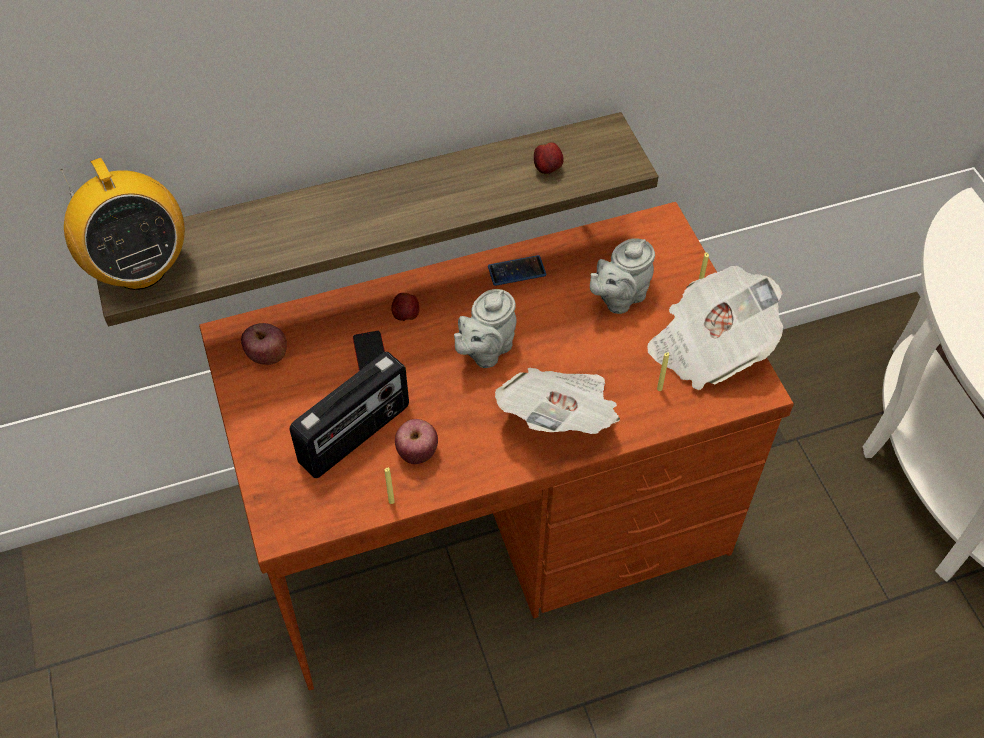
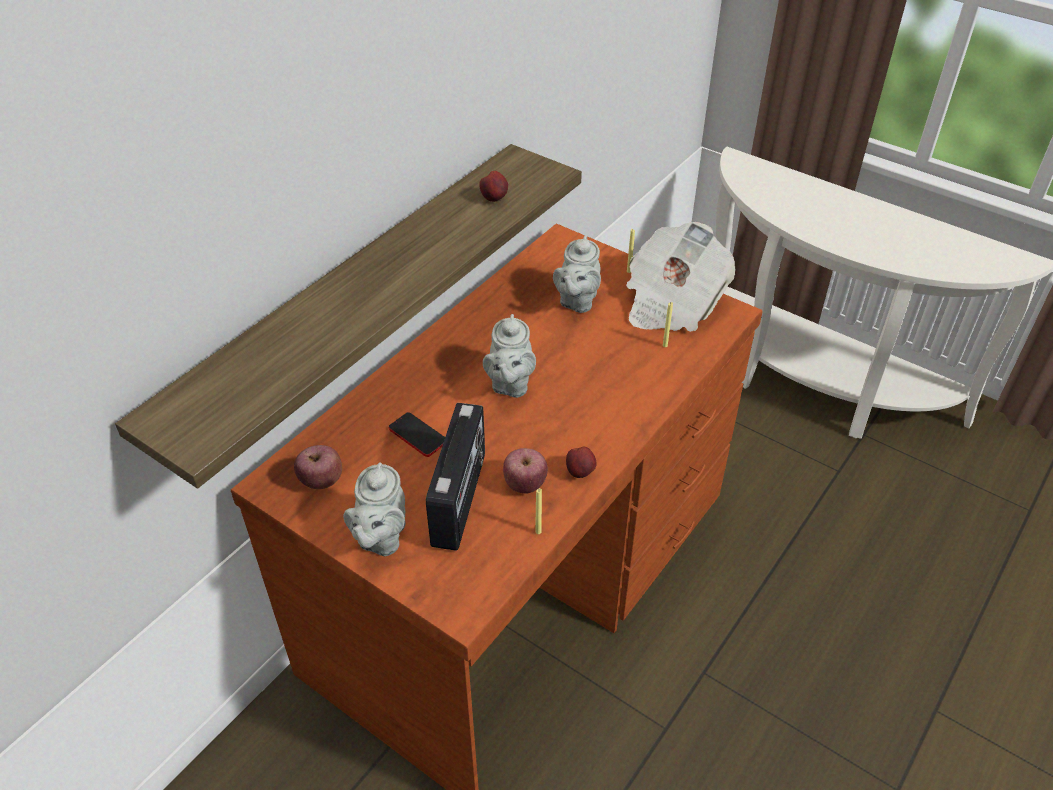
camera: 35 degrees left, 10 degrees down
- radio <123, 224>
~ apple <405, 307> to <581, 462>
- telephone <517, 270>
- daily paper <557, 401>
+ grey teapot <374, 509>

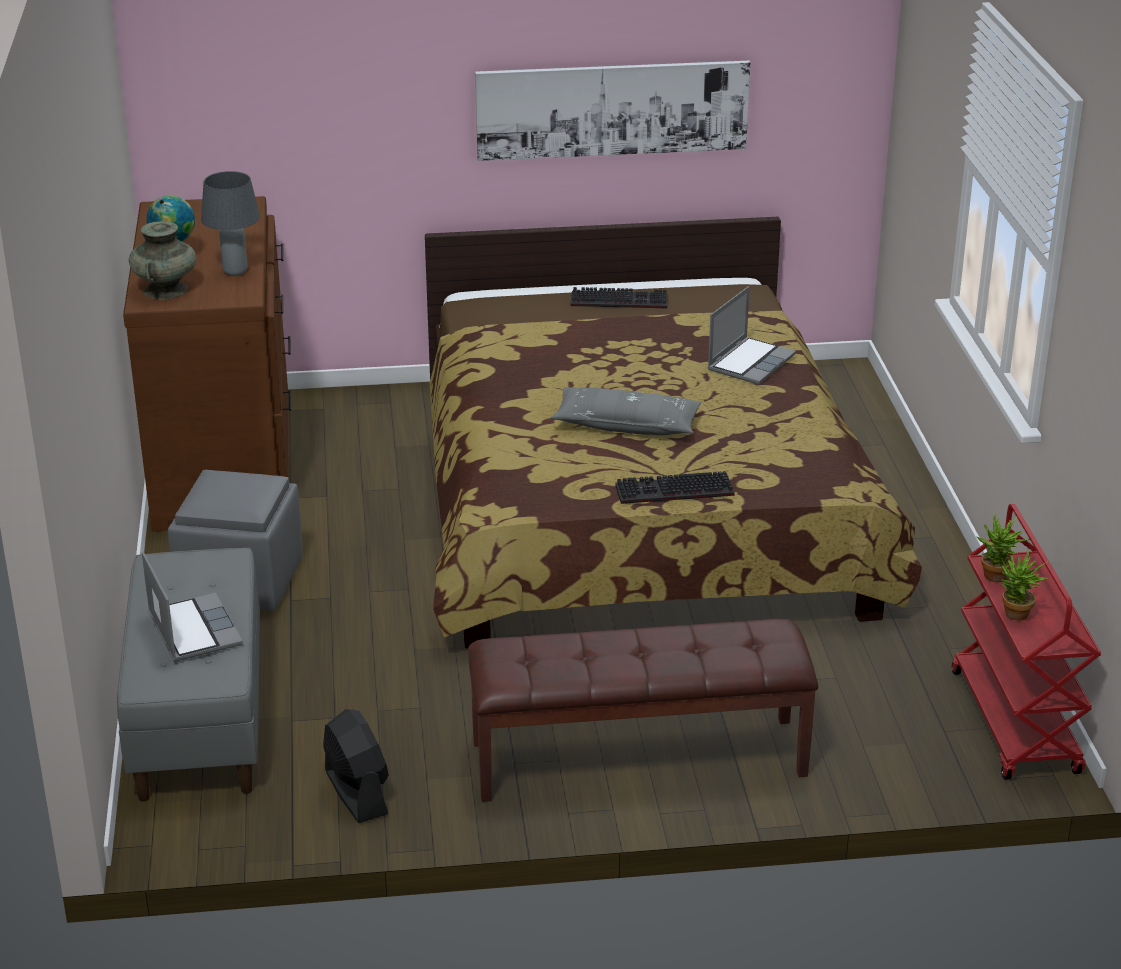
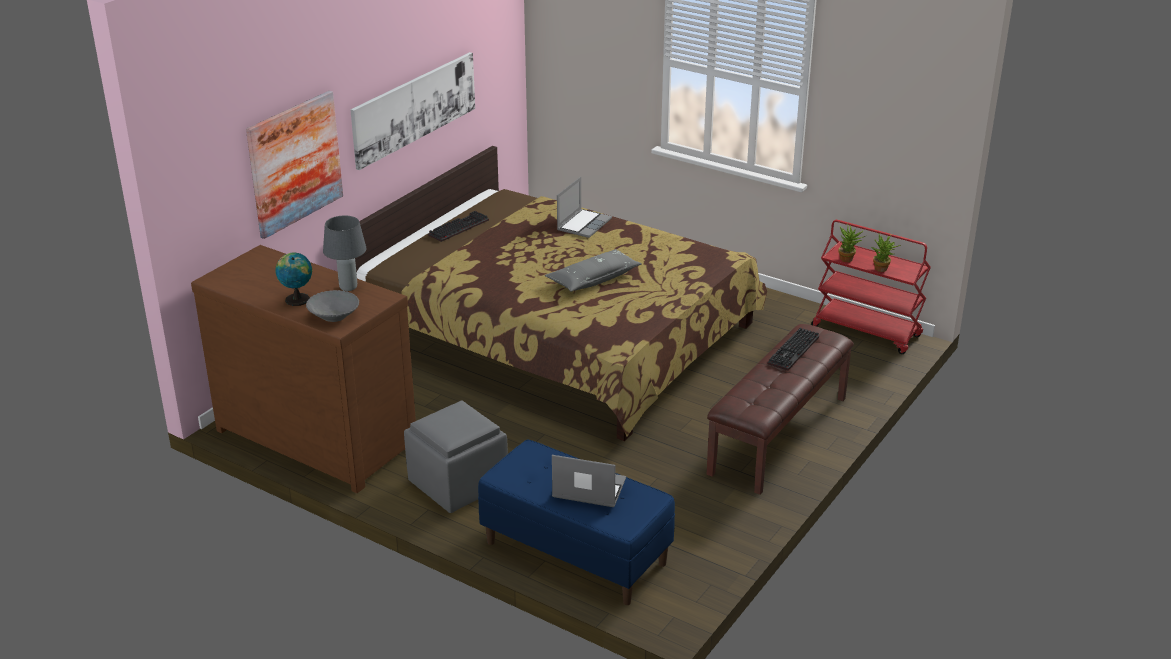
camera: 50 degrees left, 0 degrees up
~ grey indoor bench <188, 675> to blue-coloured indoor bench <576, 522>
~ blue-green flower vase <162, 260> to grey bowl <332, 306>
- black-coloured cooling fan <356, 766>
~ PC keyboard <675, 487> to <793, 348>
~ laptop <752, 335> = <584, 207> 45 degrees clockwise
+ picture <294, 165>

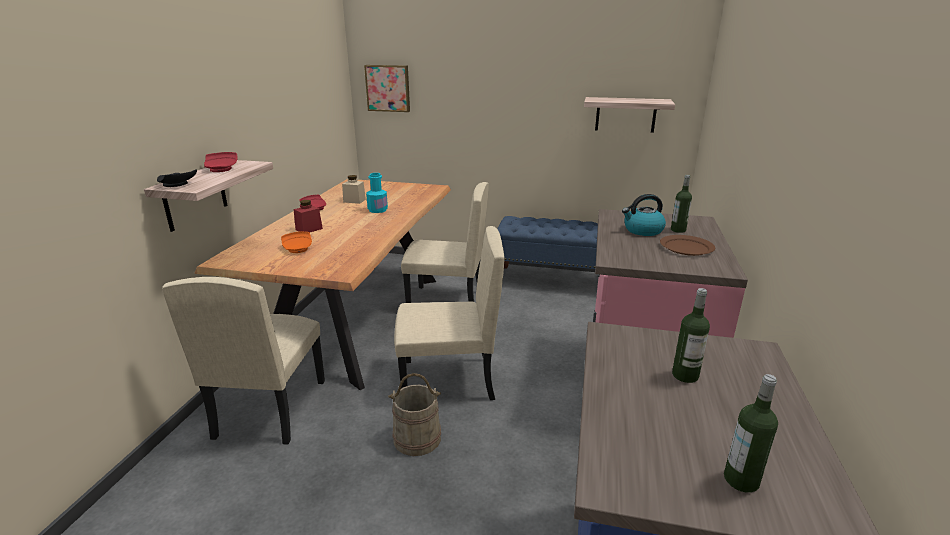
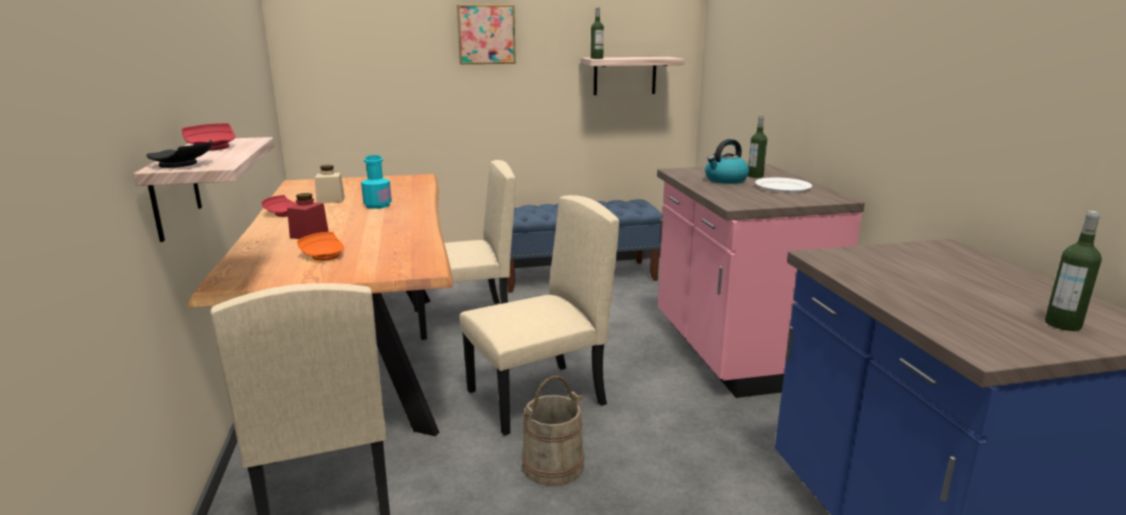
camera: 25 degrees left, 5 degrees down
~ picture <387, 88> to <486, 34>
~ brownish flat dish <687, 245> to white flat dish <783, 185>
~ bottle <691, 335> to <597, 33>

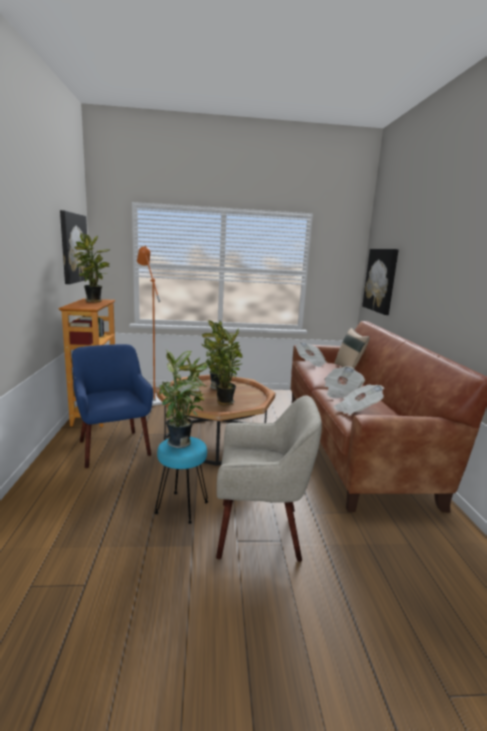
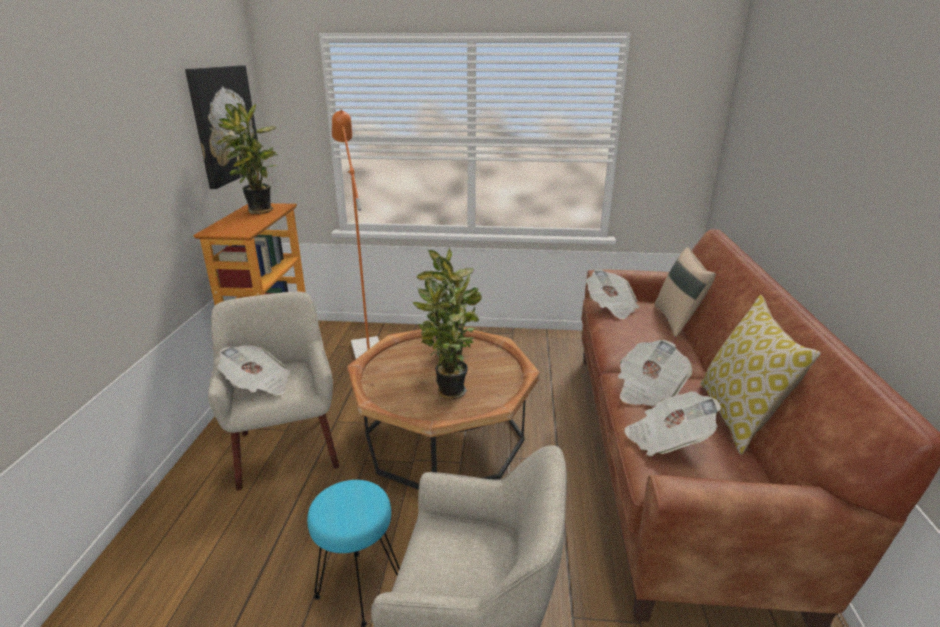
camera: 10 degrees right, 10 degrees up
~ blue-coloured lounge chair <112, 406> to sand-coloured lounge chair <273, 391>
- potted plant <183, 399>
- picture <380, 282>
+ daily paper <254, 370>
+ throw pillow <760, 375>

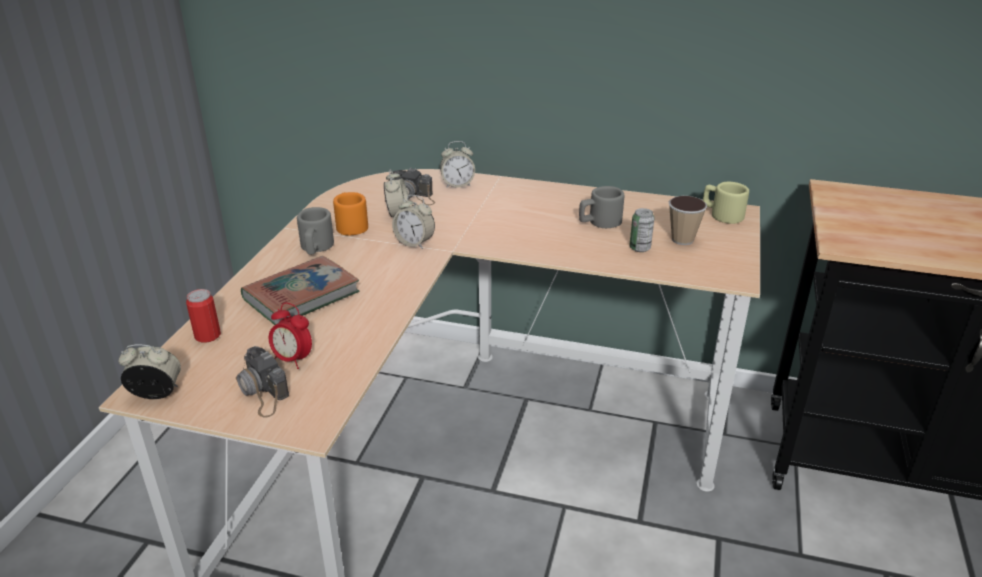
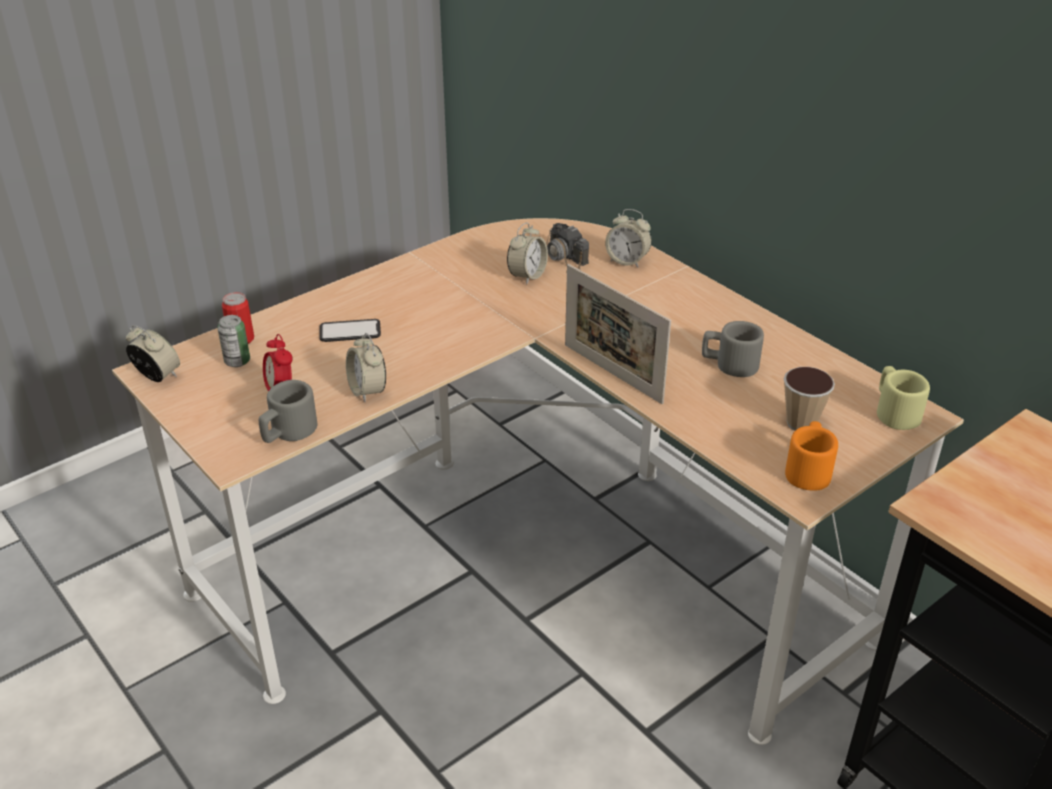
camera: 35 degrees right, 5 degrees up
- photo camera <262, 381>
~ book <300, 290> to telephone <350, 330>
~ grey mug <315, 231> to <288, 411>
~ orange-coloured mug <350, 213> to <811, 456>
~ alarm clock <413, 222> to <366, 367>
~ metal can <641, 230> to <234, 341>
+ photo frame <618, 334>

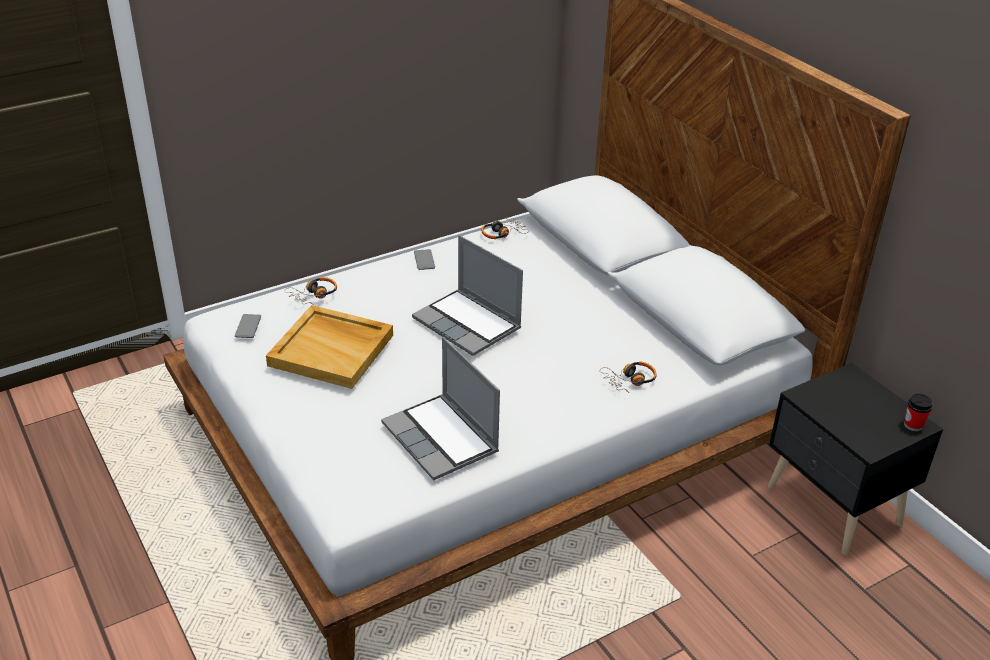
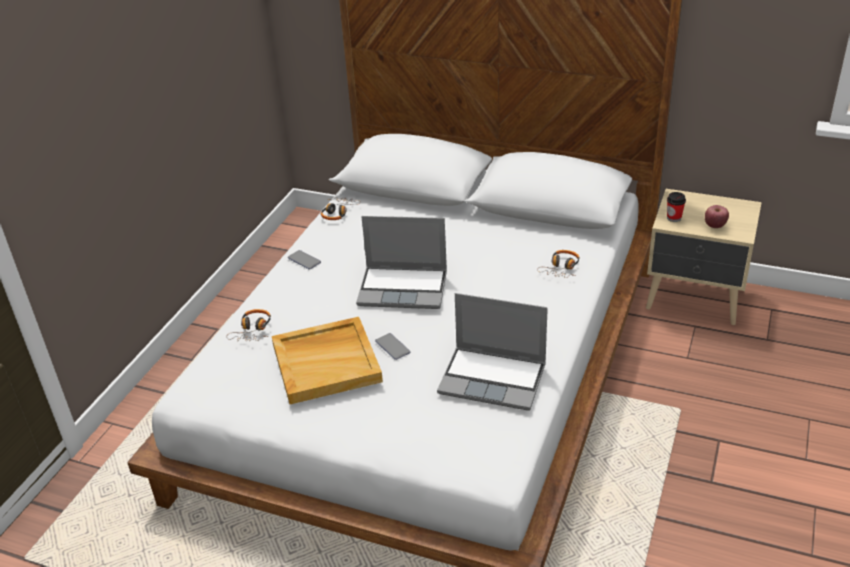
camera: 35 degrees left, 0 degrees up
~ telephone <248, 326> to <392, 346>
~ black-coloured bedside table <855, 459> to sand-coloured bedside table <704, 257>
~ drinking cup <918, 412> to <676, 207>
+ apple <717, 216>

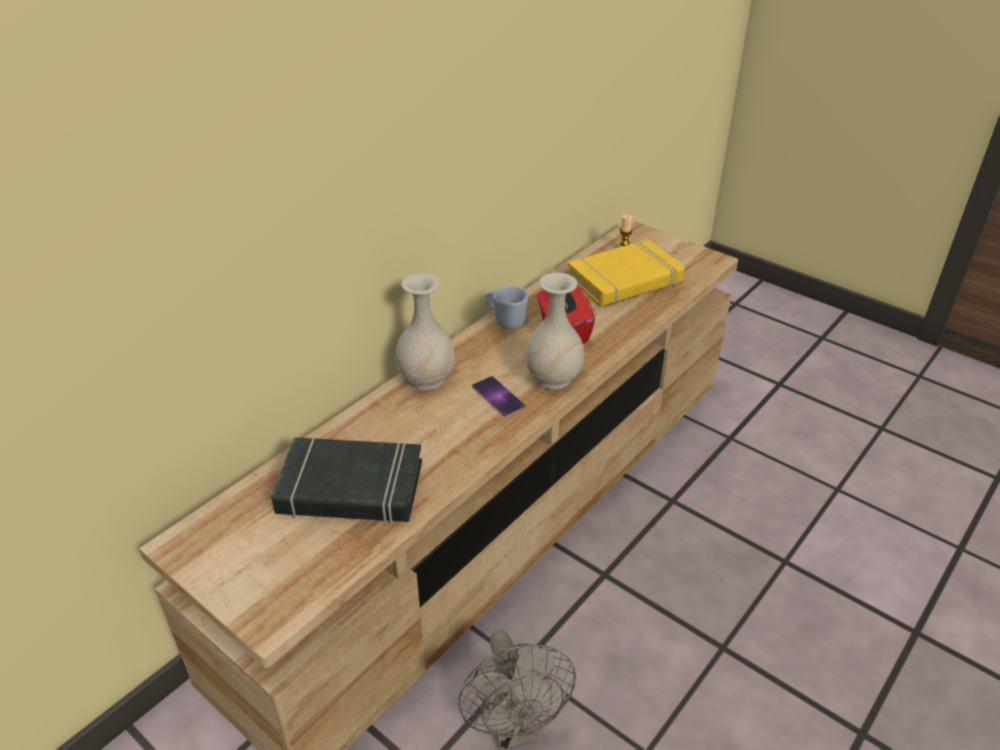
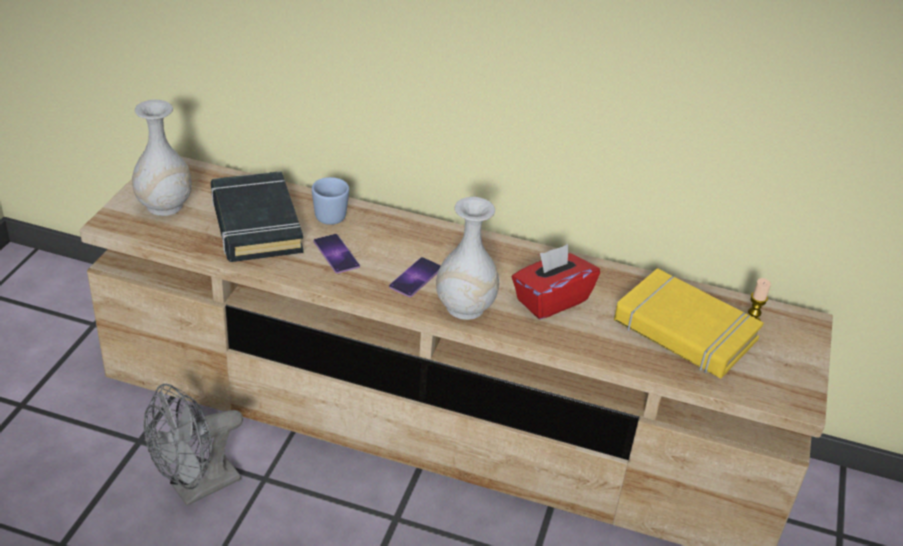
camera: 65 degrees right, 0 degrees up
~ white flower vase <425, 331> to <162, 158>
~ blue-coloured mug <507, 307> to <330, 201>
+ telephone <337, 254>

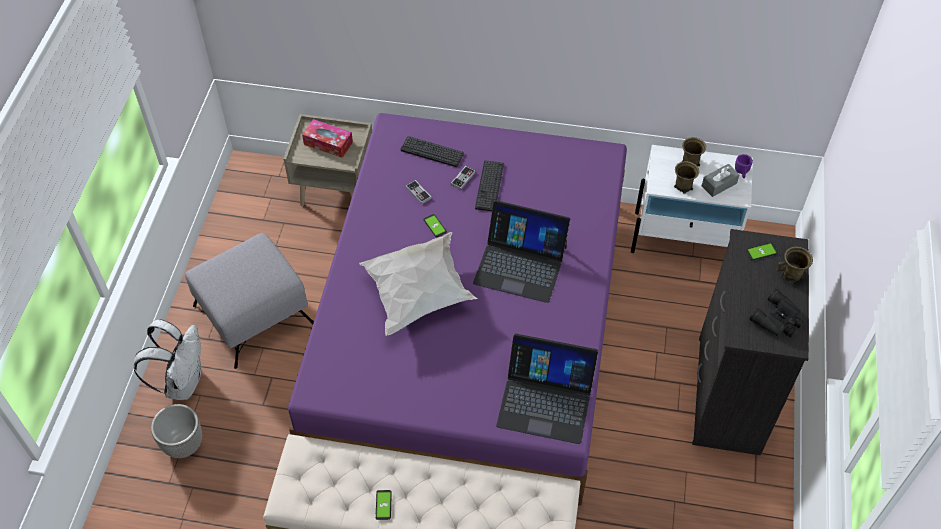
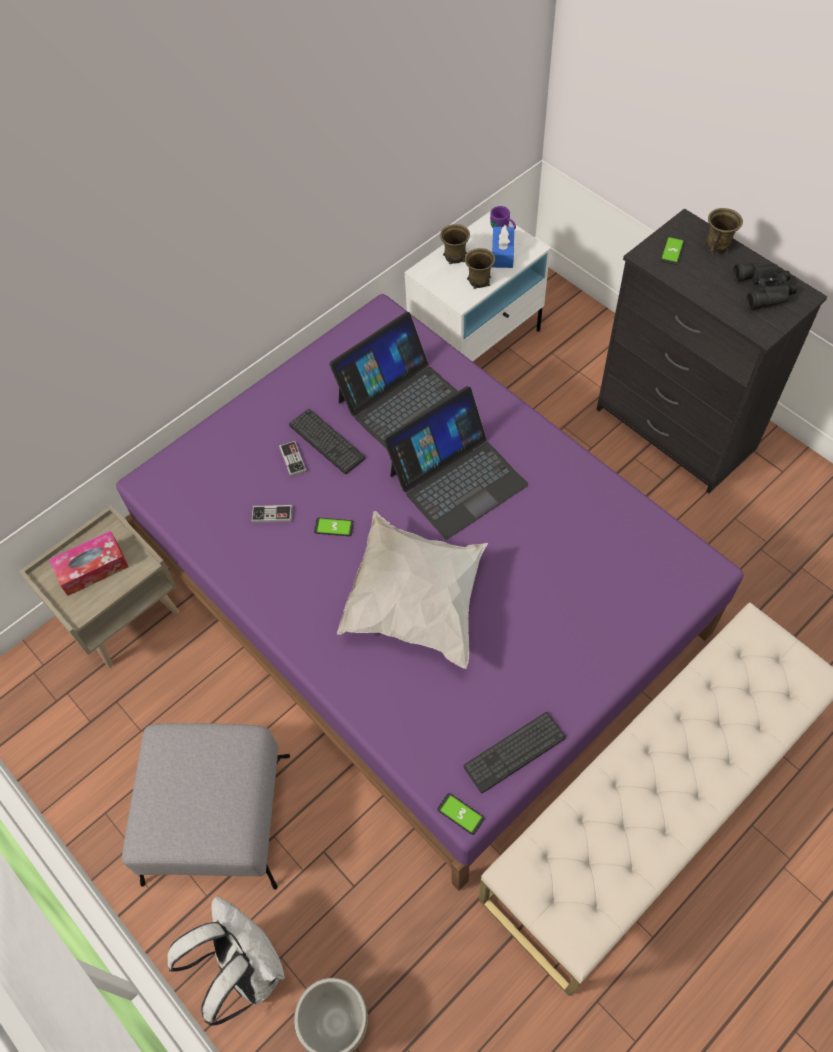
camera: 50 degrees left, 5 degrees up
~ telephone <384, 505> to <460, 814>
~ PC keyboard <432, 151> to <515, 752>
~ laptop <547, 388> to <393, 381>
~ grey tissue holder <721, 180> to blue-coloured tissue holder <503, 246>

